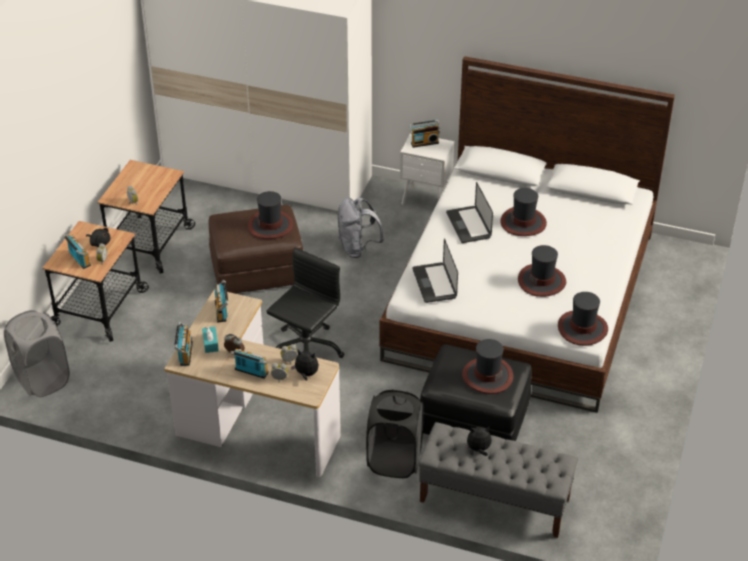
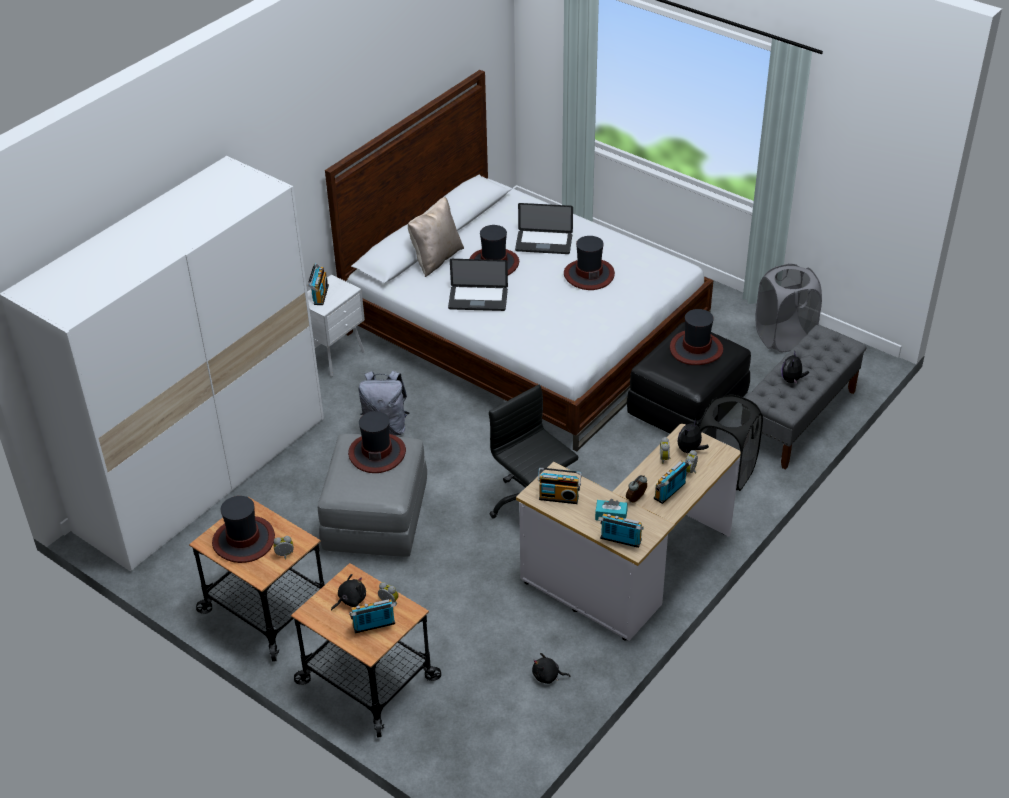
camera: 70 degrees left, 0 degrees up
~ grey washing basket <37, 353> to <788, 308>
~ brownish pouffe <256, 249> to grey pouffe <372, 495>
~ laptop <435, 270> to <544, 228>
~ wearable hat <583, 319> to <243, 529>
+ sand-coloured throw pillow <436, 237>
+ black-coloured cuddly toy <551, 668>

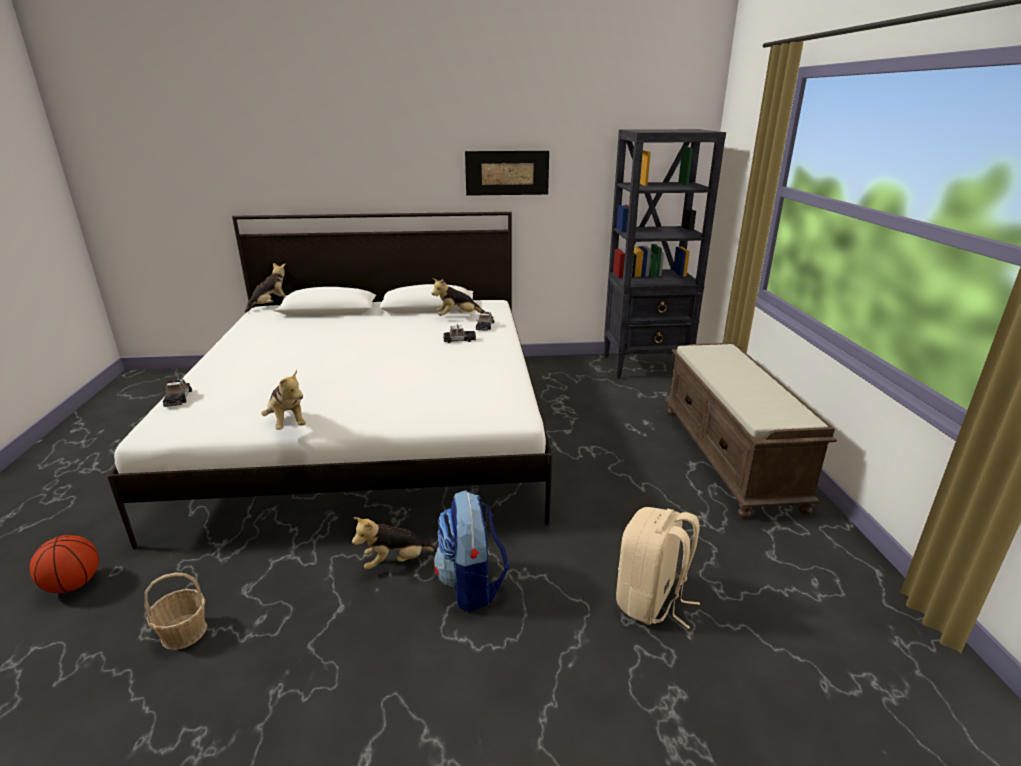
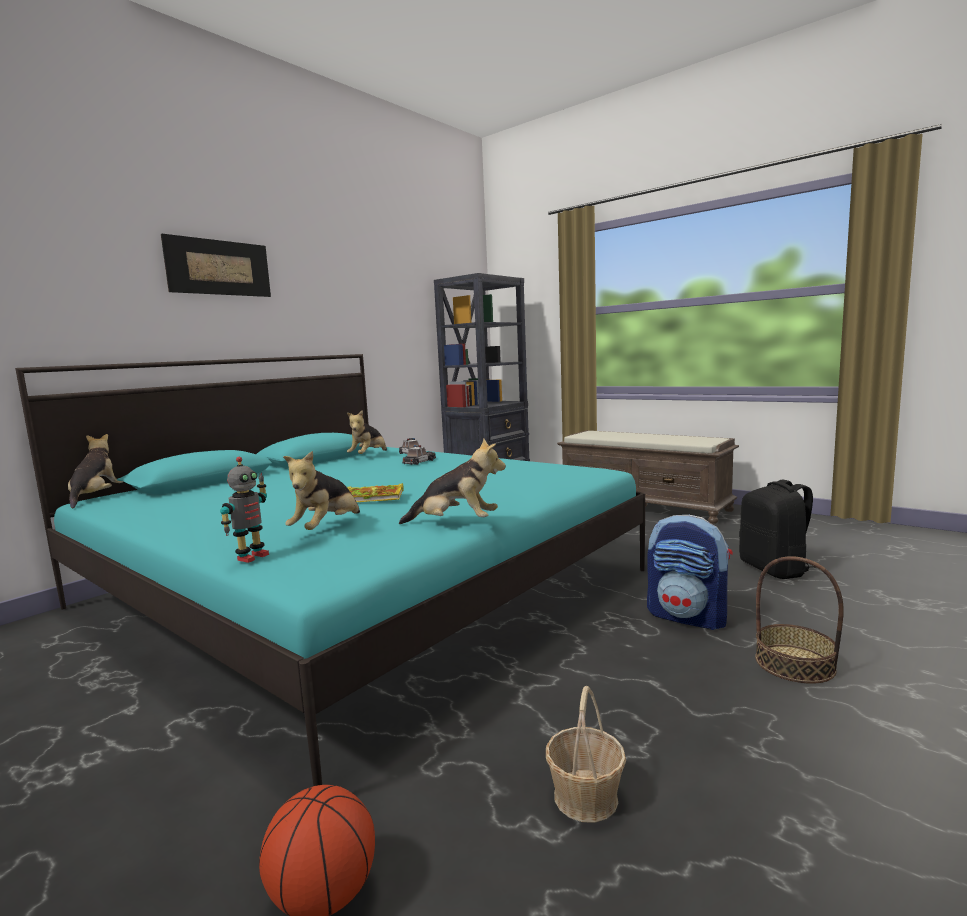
camera: 45 degrees left, 15 degrees down
~ white bedroom bed <329, 380> to blue-green bedroom bed <330, 570>
~ toy car <177, 393> to model robot <244, 510>
~ cuddly toy <395, 543> to <321, 490>
~ picture <507, 173> to <216, 265>
~ sand-coloured knapsack <658, 568> to black-coloured knapsack <778, 529>
+ book <375, 492>
+ basket <799, 620>

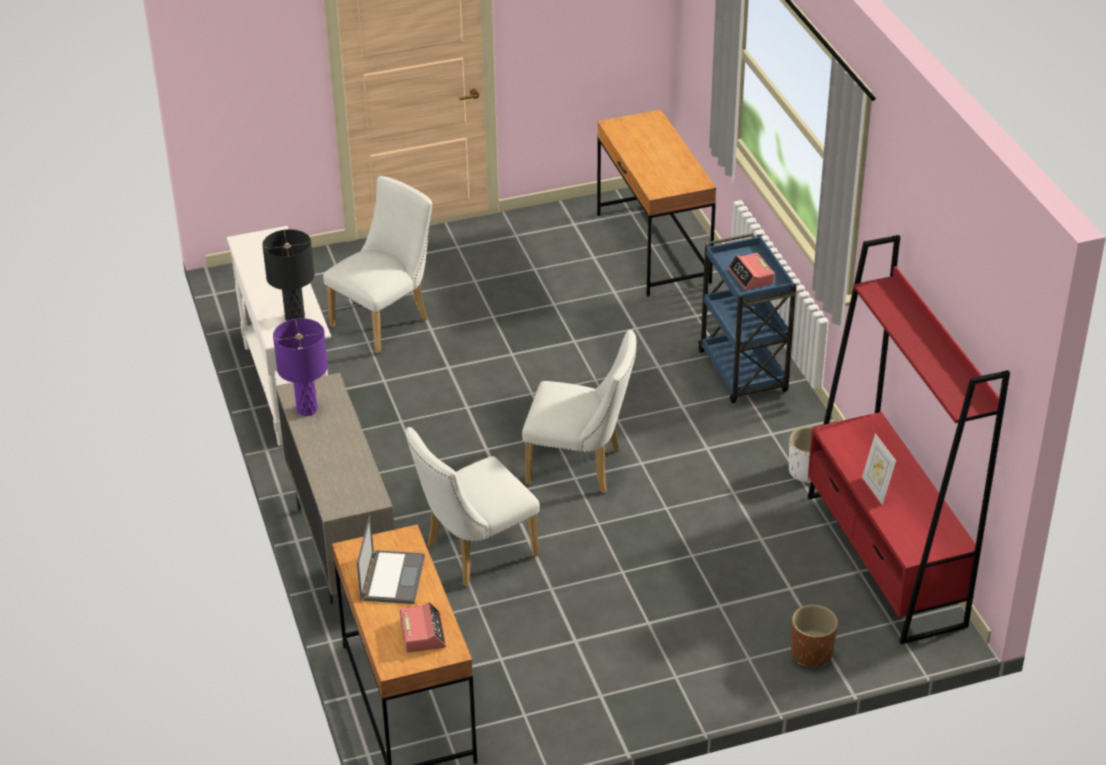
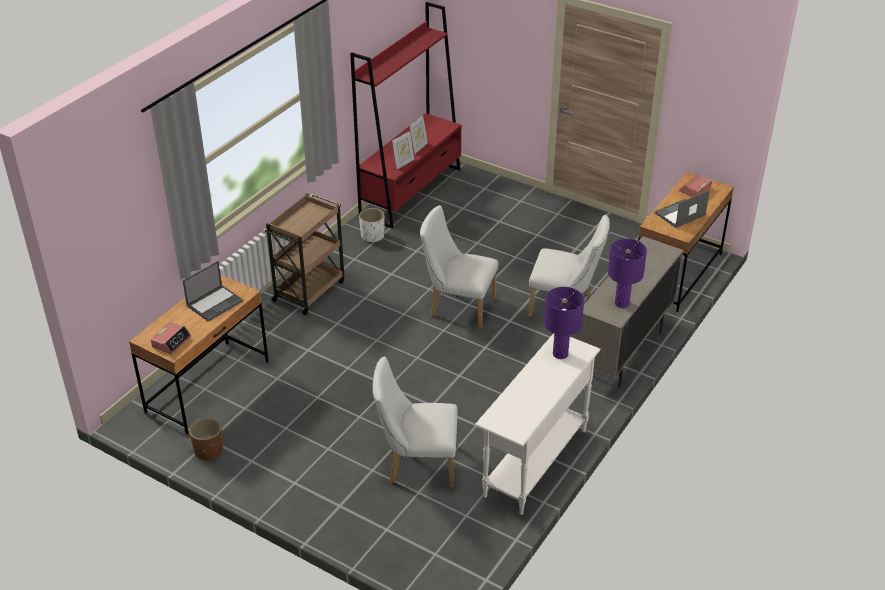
camera: 130 degrees left, 0 degrees up
~ black-coloured tabletop lamp <288, 275> to purple tabletop lamp <564, 323>
~ white plain chair <579, 411> = <459, 266> 45 degrees counterclockwise
~ blue-coloured wheeled cart <747, 318> to brownish wheeled cart <304, 254>
~ alarm clock <751, 271> to <171, 338>
~ brownish plant pot <814, 635> to <206, 439>
+ laptop <213, 291>
+ photo frame <403, 150>

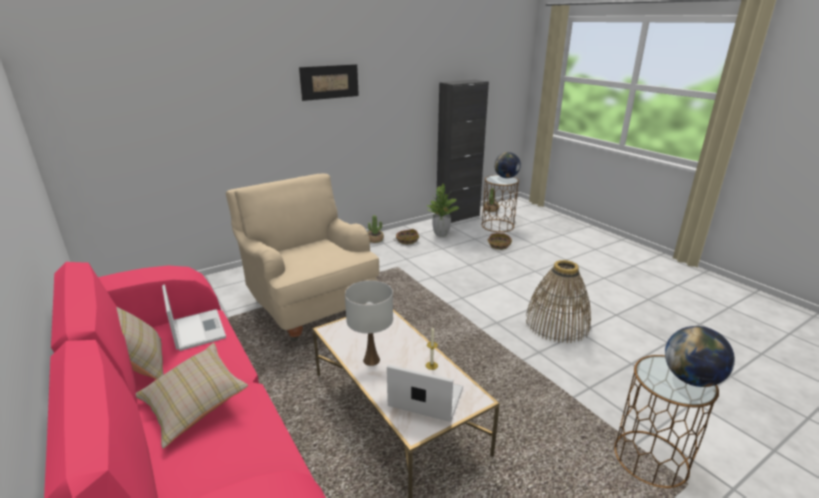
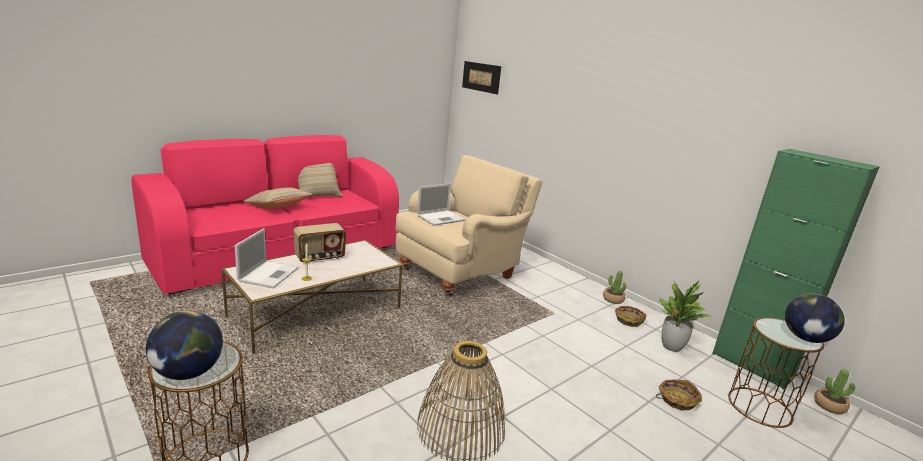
camera: 80 degrees right, 5 degrees down
~ laptop <194, 317> to <441, 204>
~ picture <329, 82> to <481, 77>
~ white tabletop lamp <369, 323> to radio <319, 242>
~ black-coloured cupboard <462, 151> to green cupboard <796, 269>

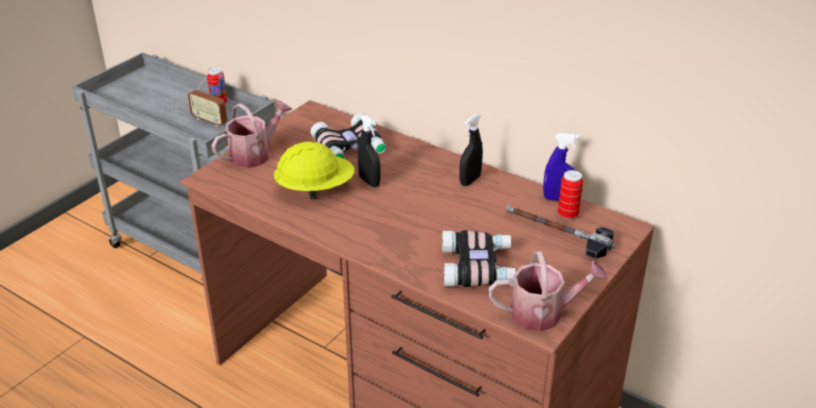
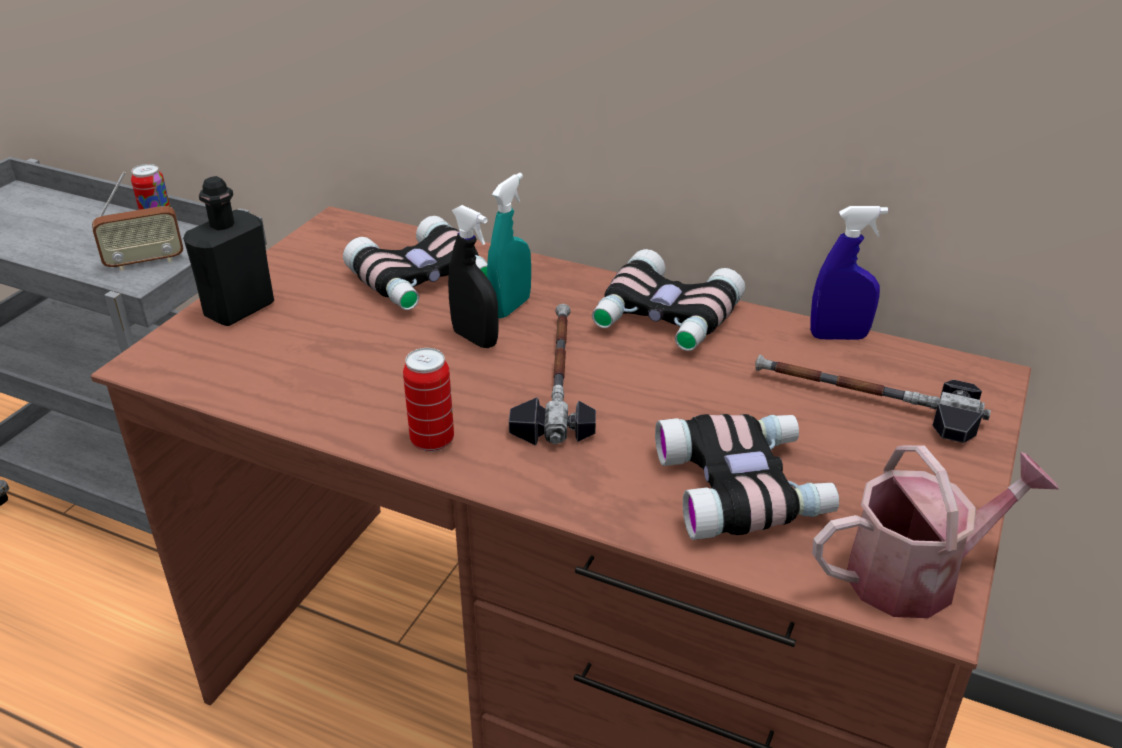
camera: 10 degrees left, 0 degrees up
~ radio <207, 100> = <138, 221> 45 degrees counterclockwise
~ watering can <252, 134> to black-coloured bottle <228, 251>
- yellow-coloured work helmet <314, 170>
~ black-coloured hand sprayer <471, 150> to pair of binoculars <668, 300>
~ metal can <570, 194> to <428, 400>
+ blue-green hand sprayer <509, 245>
+ tool hammer <552, 375>

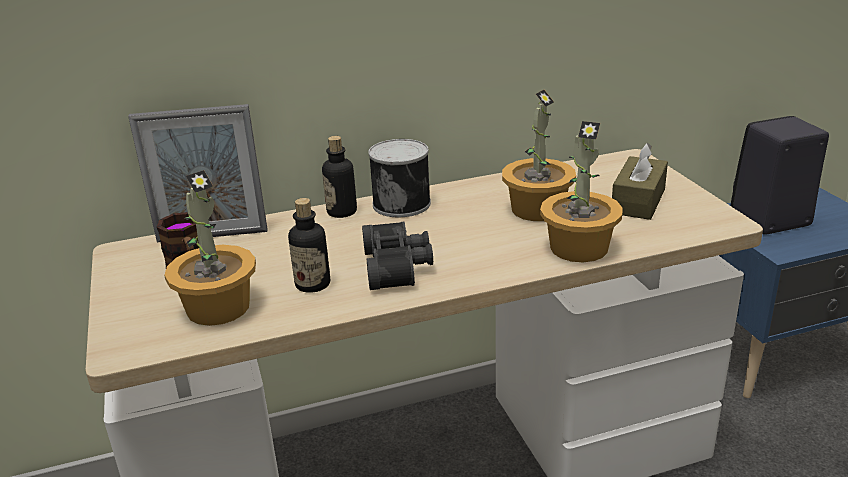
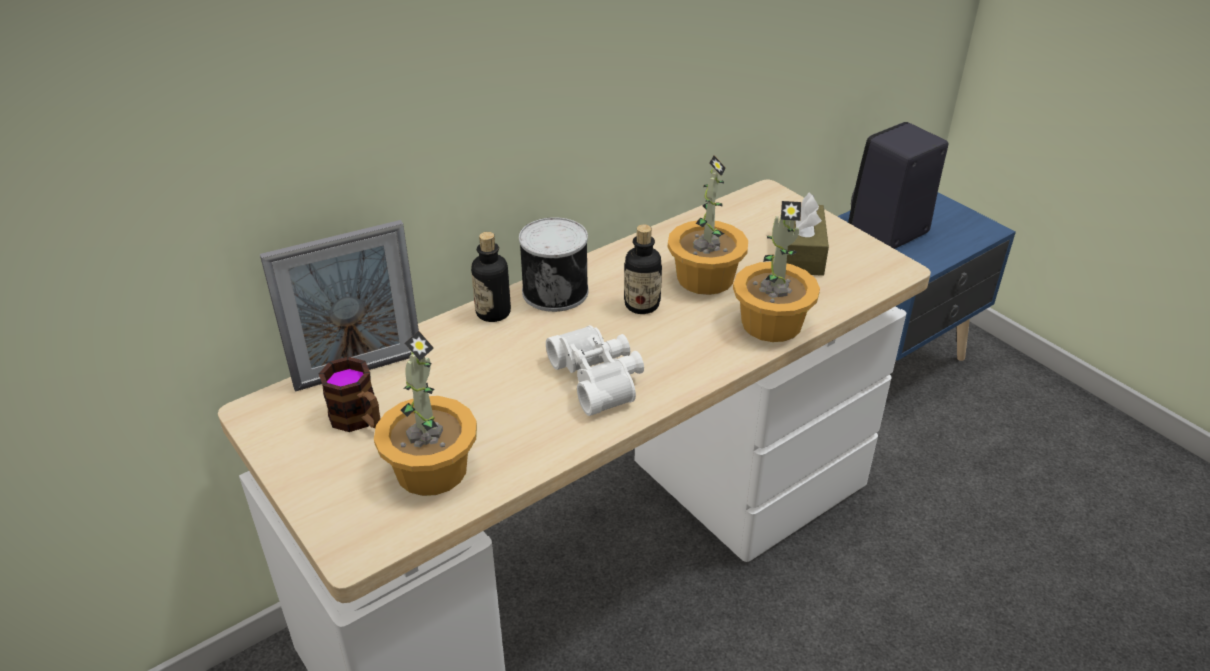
camera: 20 degrees left, 10 degrees up
~ bottle <309, 245> to <643, 269>
~ black-coloured pair of binoculars <397, 256> to white pair of binoculars <595, 370>

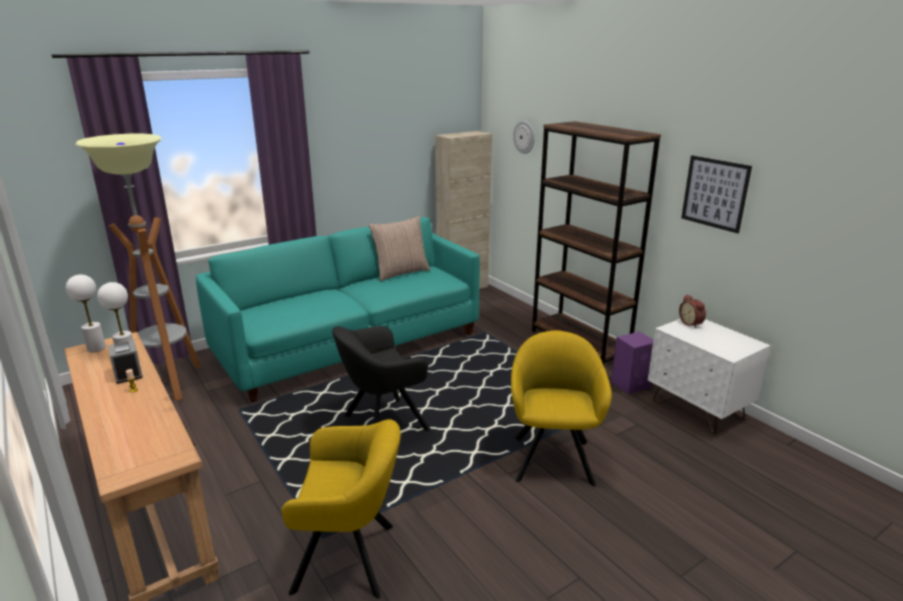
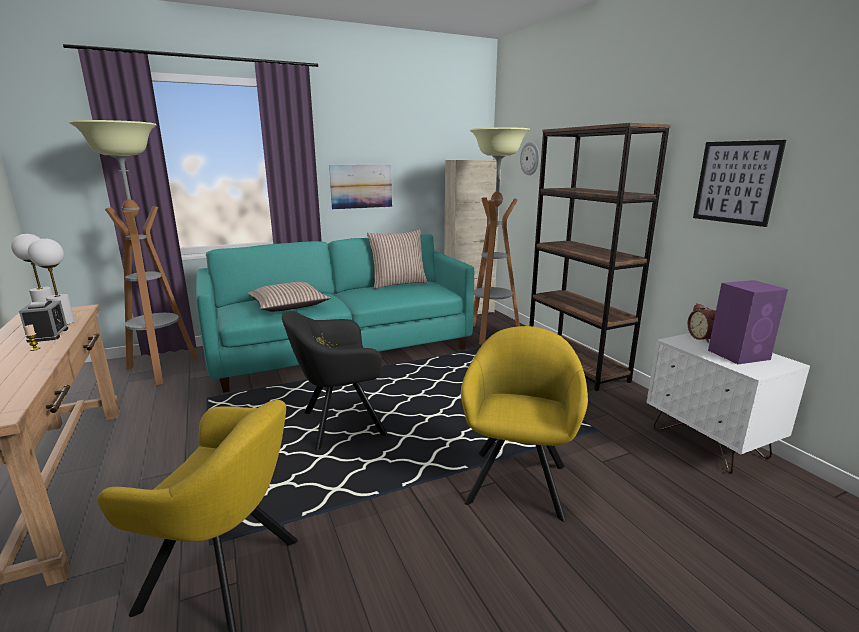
camera: 10 degrees right, 5 degrees down
~ purple loudspeaker <632, 362> to <748, 322>
+ throw pillow <288, 297>
+ picture <360, 187>
+ standing lamp <500, 236>

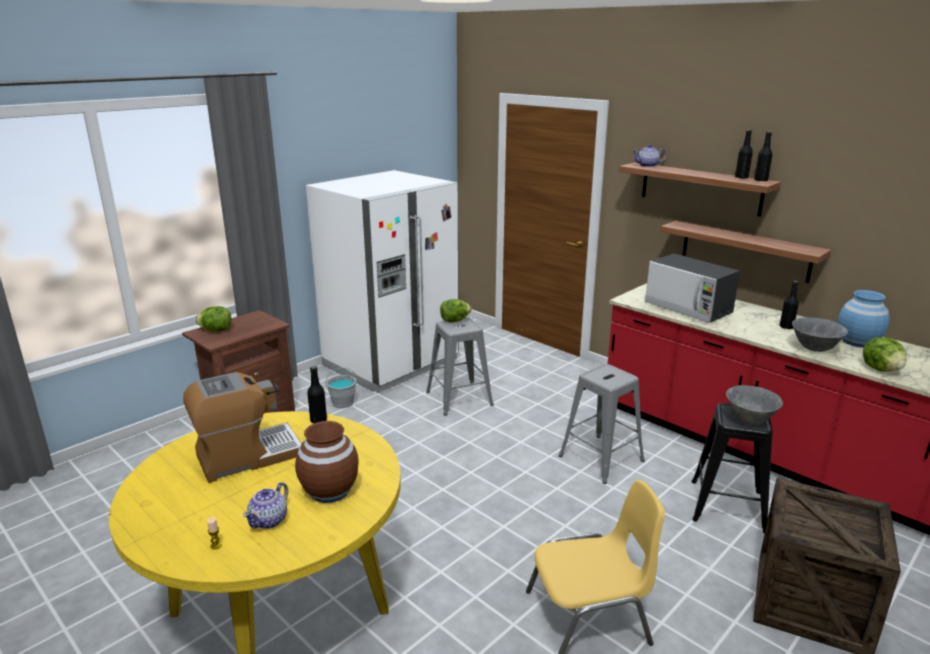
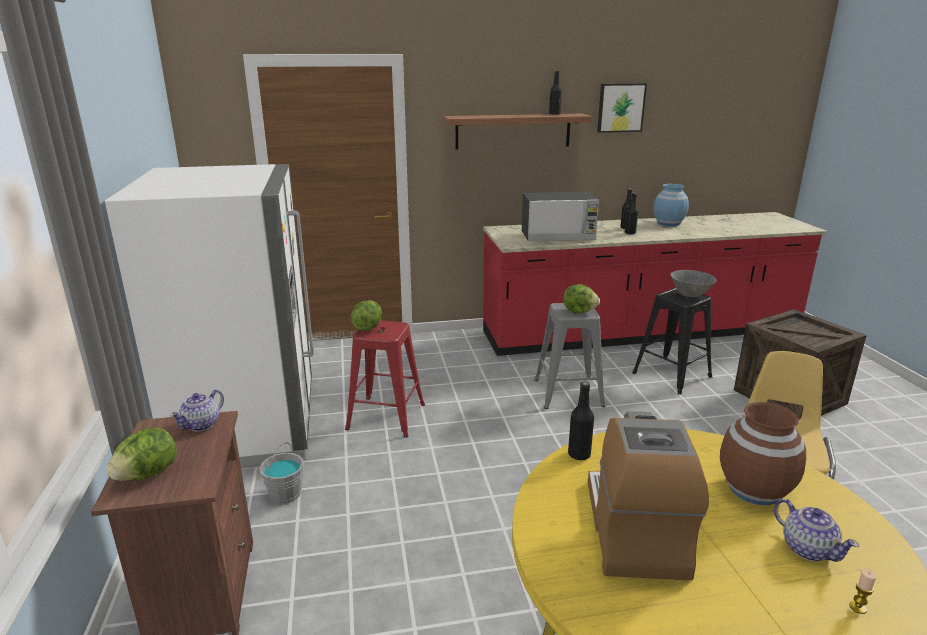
camera: 55 degrees left, 0 degrees up
~ grey sitting stool <460, 366> to red sitting stool <385, 379>
~ teapot <649, 156> to <197, 411>
- wall shelf <745, 252>
~ black-coloured bottle <763, 156> to <631, 213>
- grey bowl <820, 334>
~ lettuce <884, 354> to <581, 298>
+ picture <622, 108>

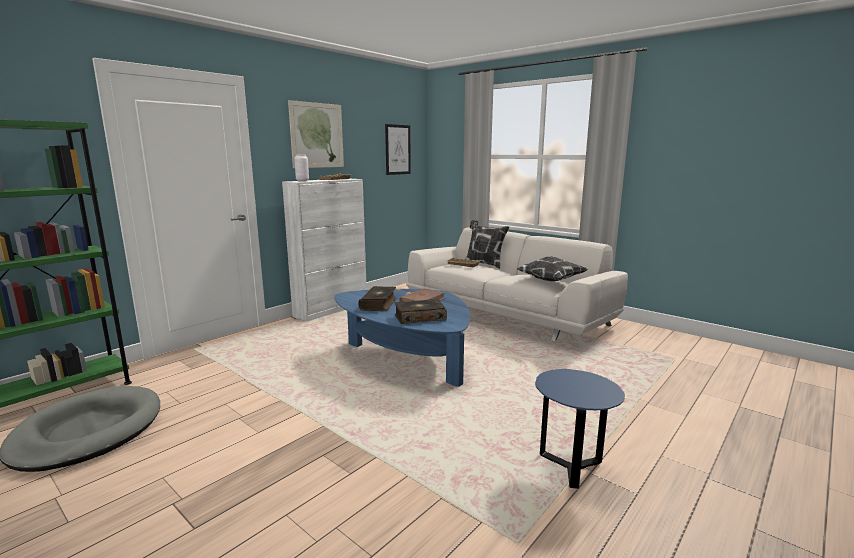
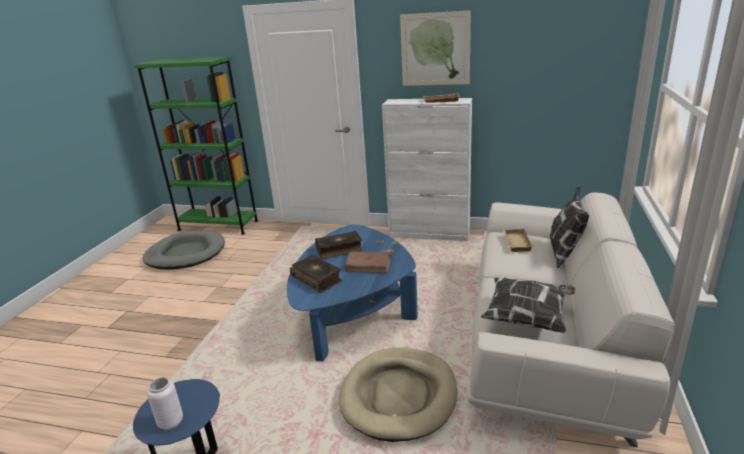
camera: 65 degrees right, 10 degrees up
~ white flower vase <301, 168> to <165, 403>
- picture <398, 149>
+ sand-coloured pet bed <398, 395>

